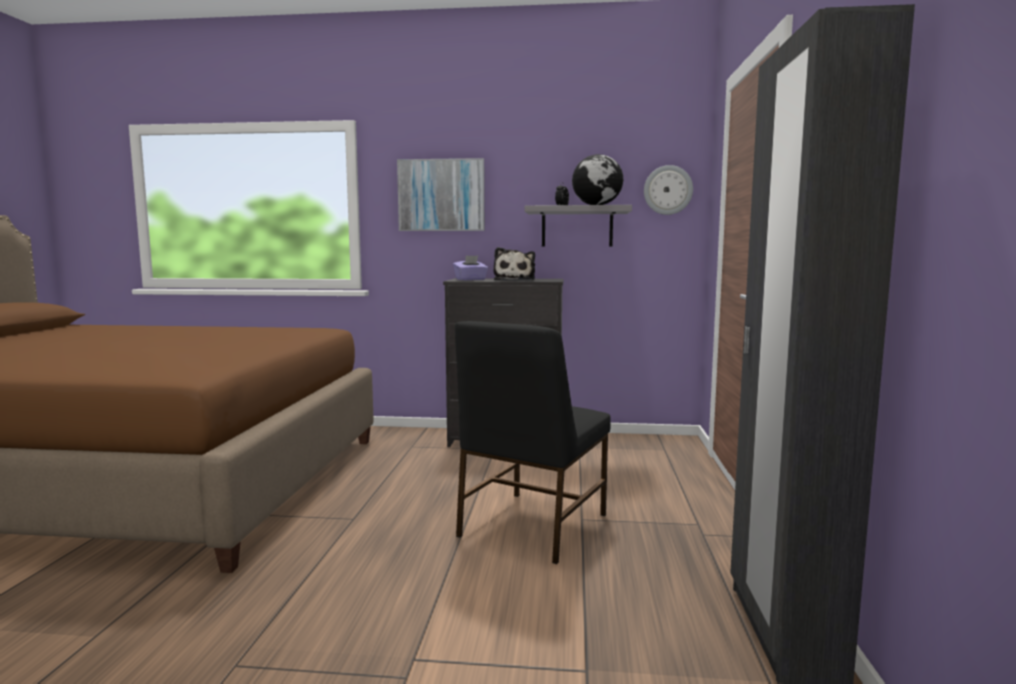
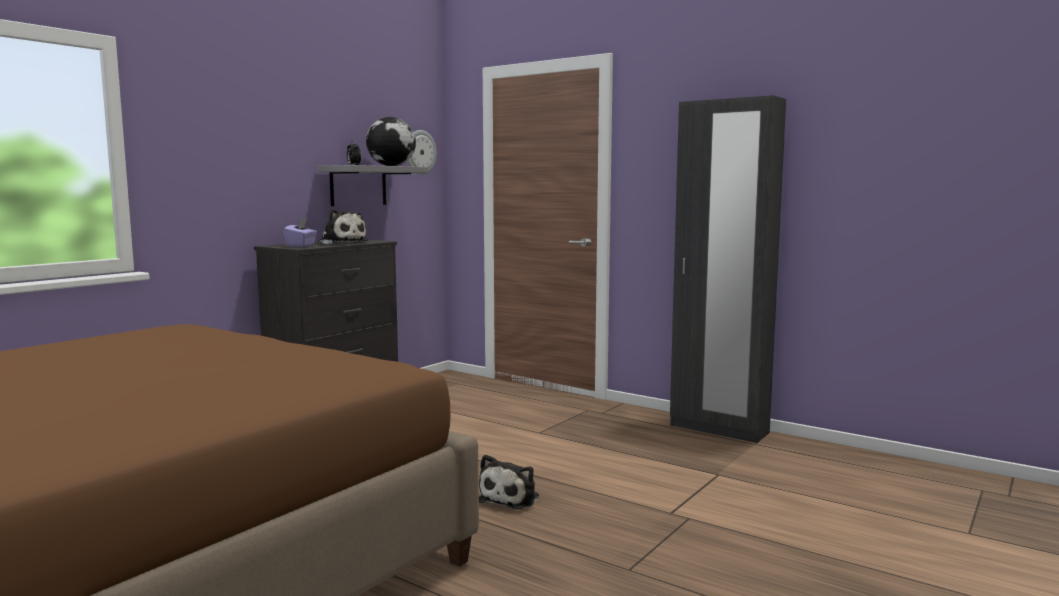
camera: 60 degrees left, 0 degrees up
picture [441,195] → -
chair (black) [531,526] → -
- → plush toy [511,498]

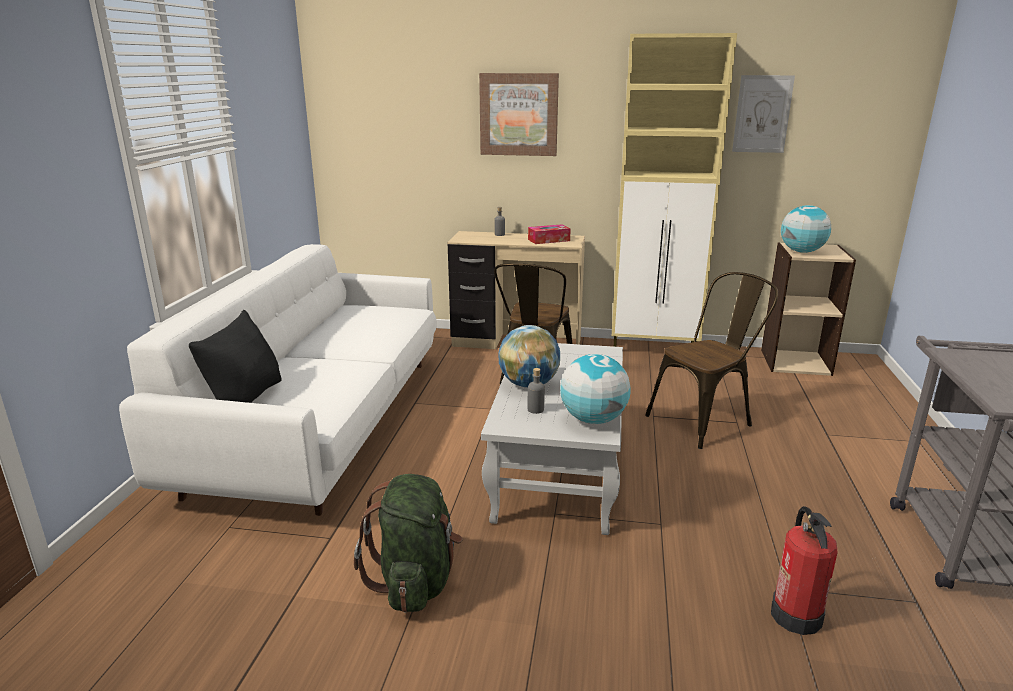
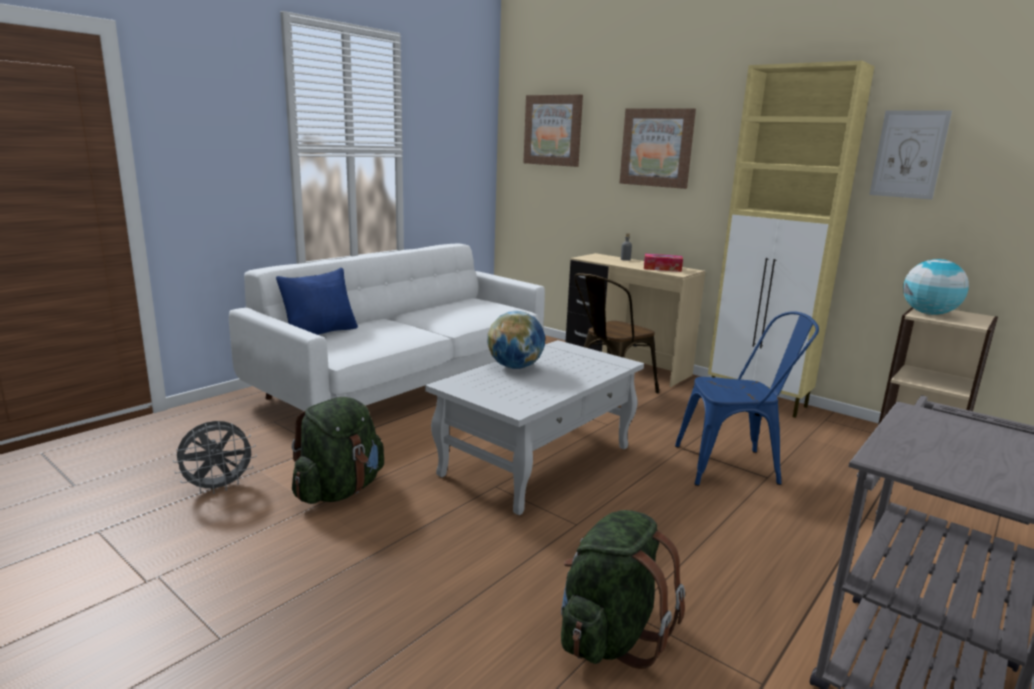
camera: 30 degrees right, 5 degrees down
chair (brown) [706,419] → chair (blue) [735,466]
pillow (black) [246,398] → pillow (blue) [321,332]
globe [593,419] → -
bottle (grey) [535,409] → -
fire extinguisher [796,615] → backpack (green) [610,636]
- → picture [553,130]
- → fan (grey) [218,487]

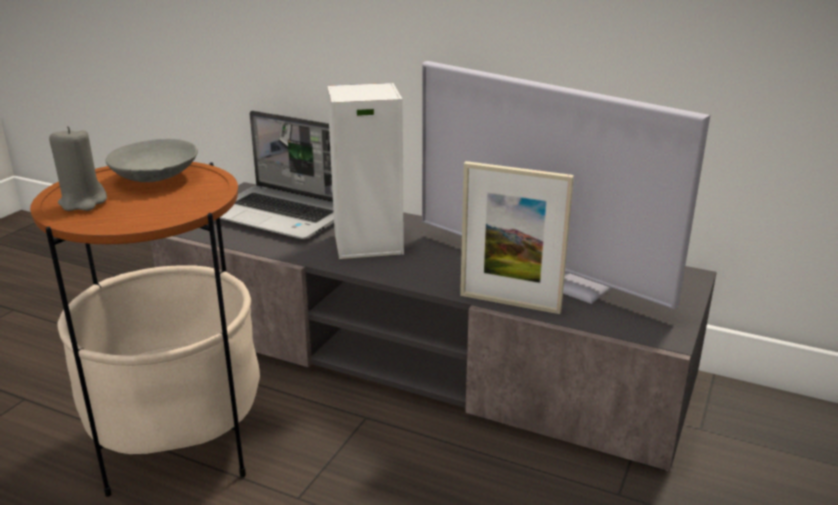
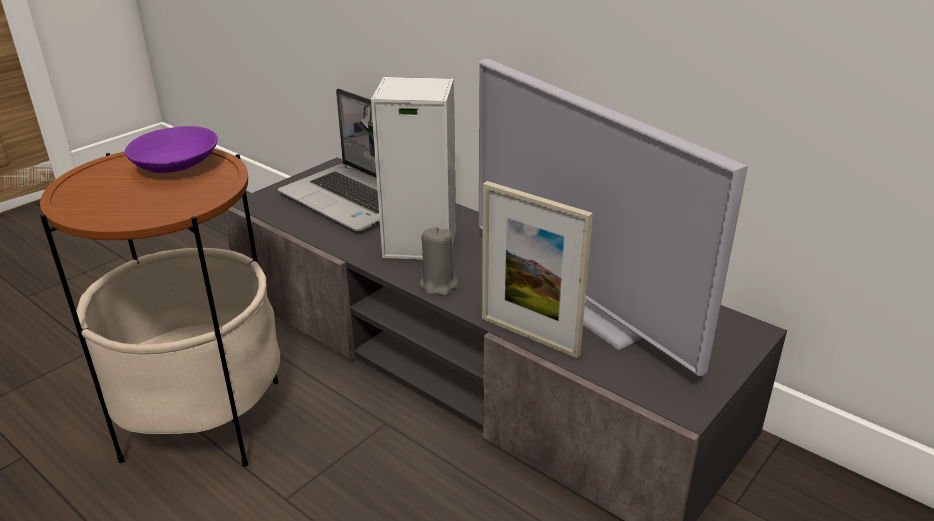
camera: 15 degrees right, 5 degrees up
candle (grey) [83,202] → candle (grey) [439,285], move
bowl (grey) [154,176] → bowl (purple) [175,165]

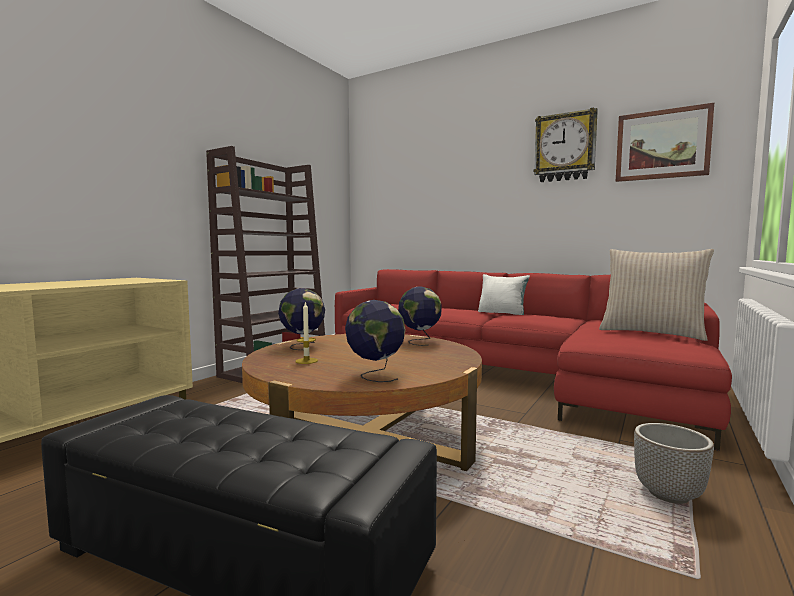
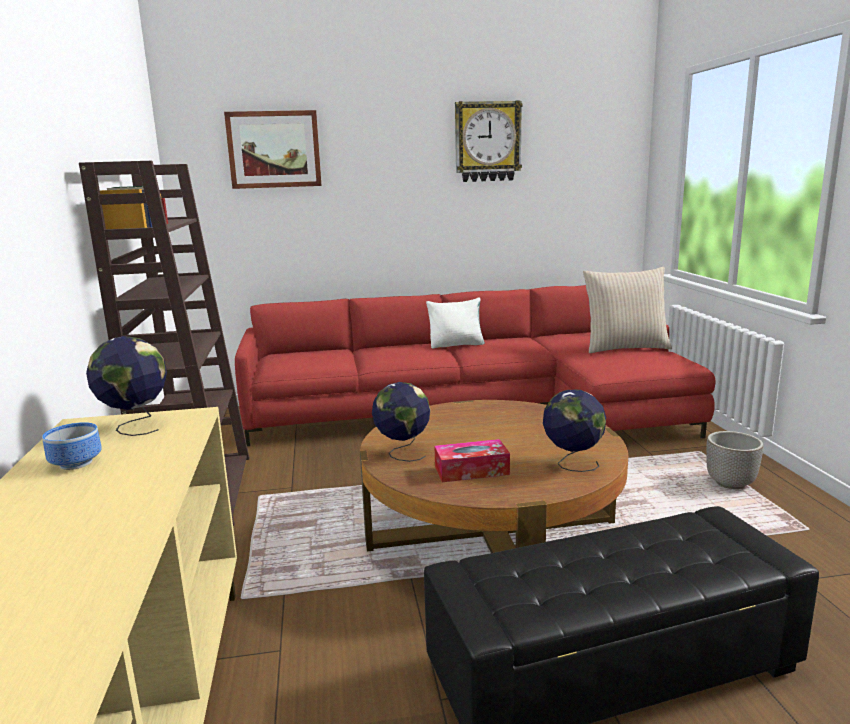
camera: 40 degrees left, 10 degrees up
picture [662,145] → picture [274,149], move
globe [419,341] → globe [135,426], move
candle [306,361] → tissue box [471,470]
- → bowl [74,464]

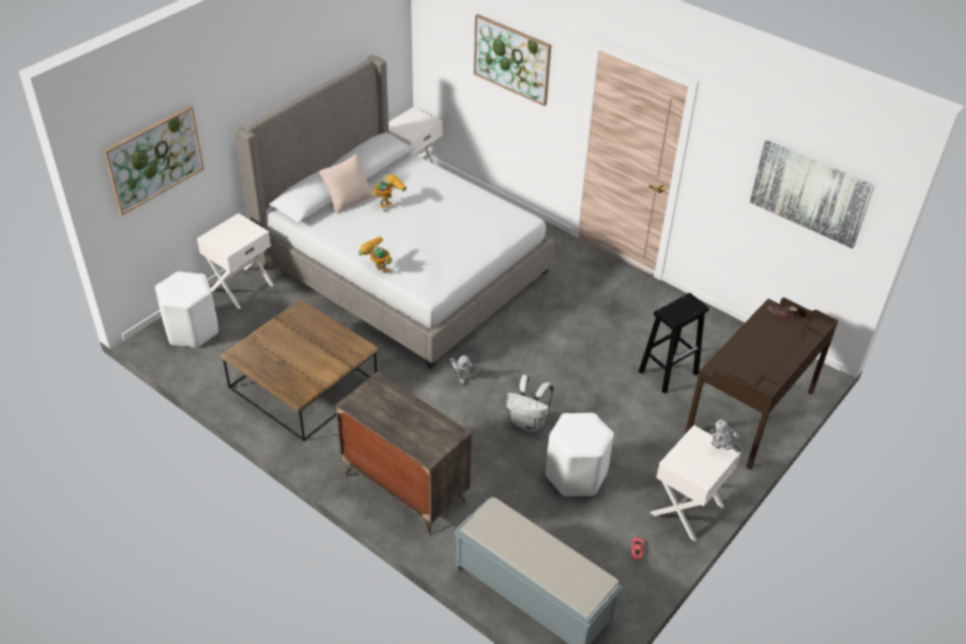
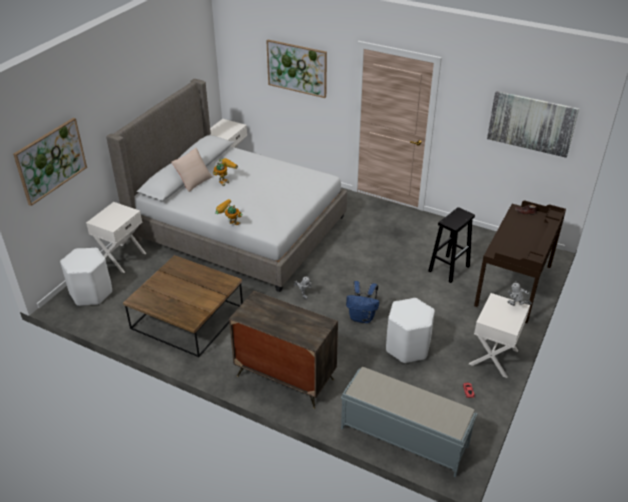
camera: 10 degrees left, 5 degrees down
backpack (white) [528,423] → backpack (blue) [362,317]

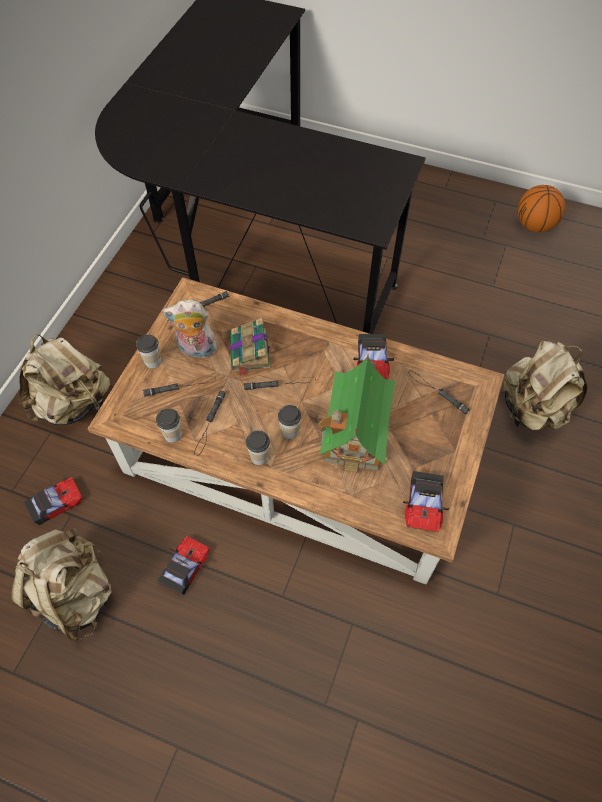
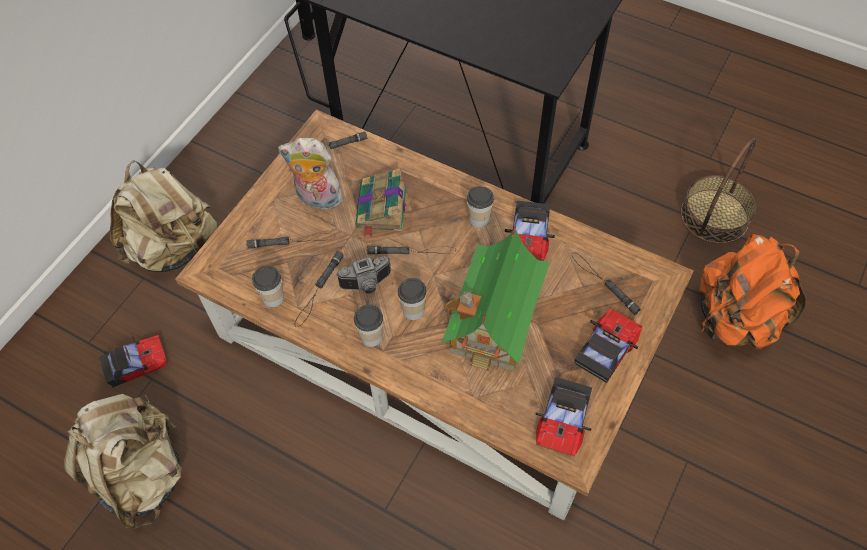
camera: 10 degrees right, 0 degrees up
basketball [534,225] → -
cup [153,361] → cup [479,219], move
backpack (beige) [532,409] → backpack (orange) [735,319]
toy car [185,567] → toy car [606,348], move
- → basket [714,216]
- → photo camera [367,285]

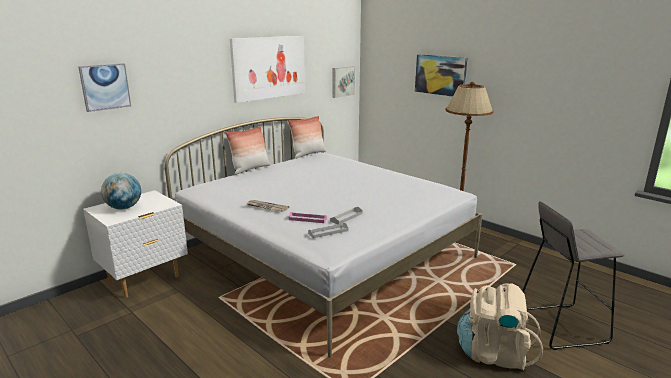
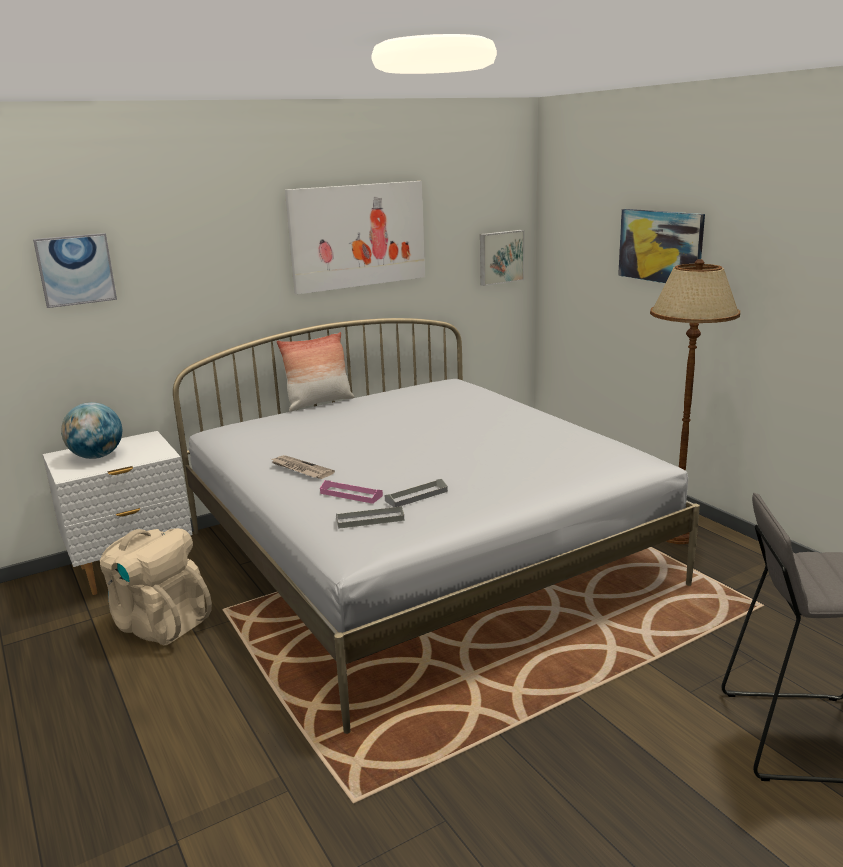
camera: 15 degrees right, 0 degrees up
pillow [308,154] → -
backpack (beige) [494,353] → backpack (beige) [159,623], move

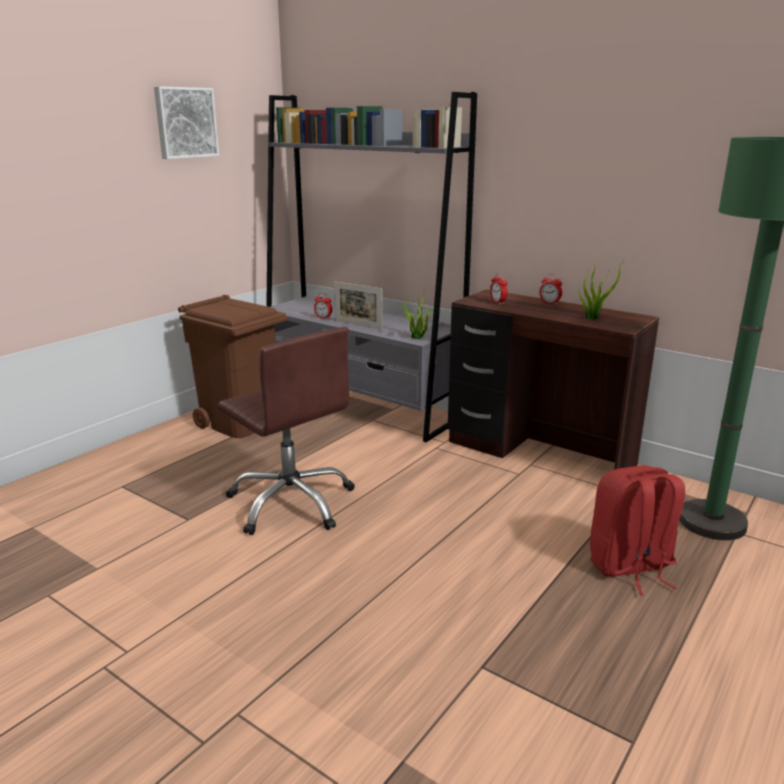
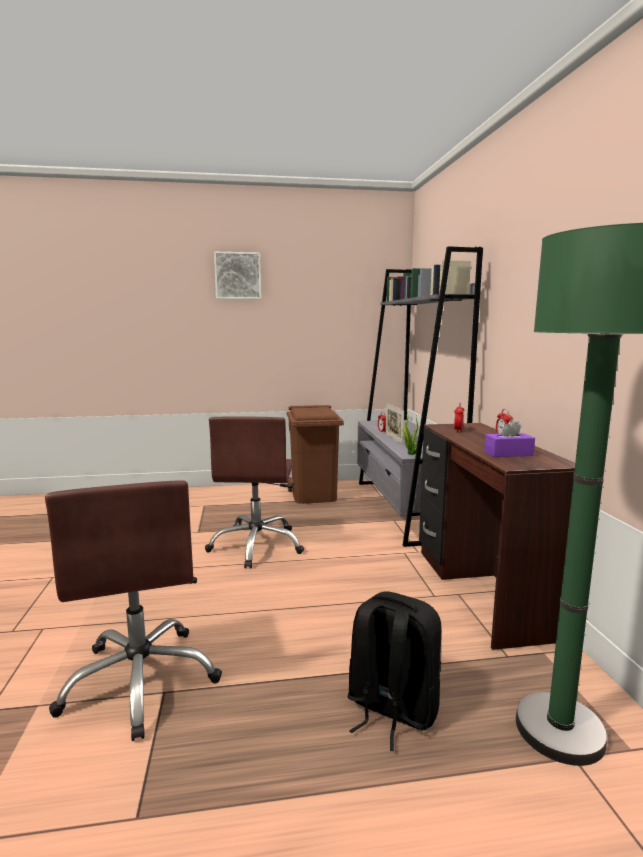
camera: 45 degrees right, 10 degrees down
picture [185,123] → picture [238,276], move
potted plant [593,317] → tissue box (purple) [508,453]
backpack (red) [630,567] → backpack (black) [390,709]
- → office chair (brown) [141,680]

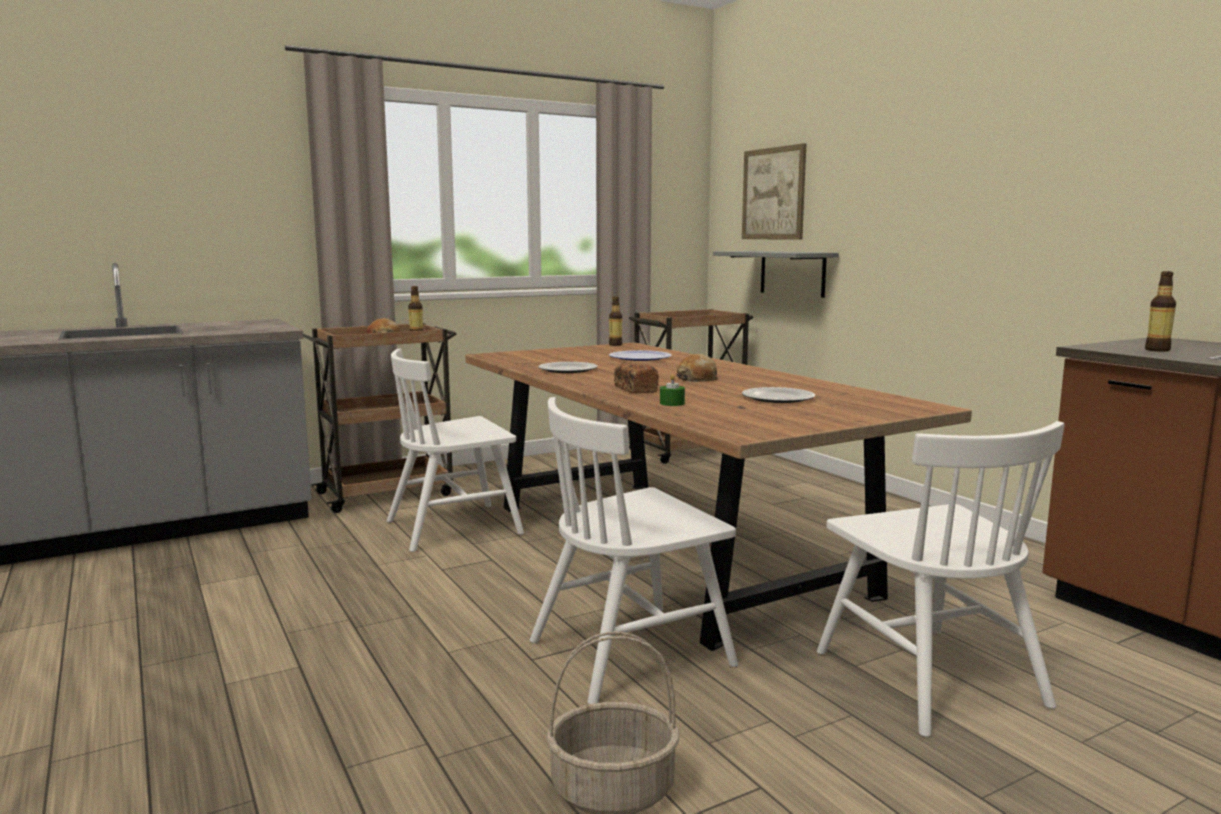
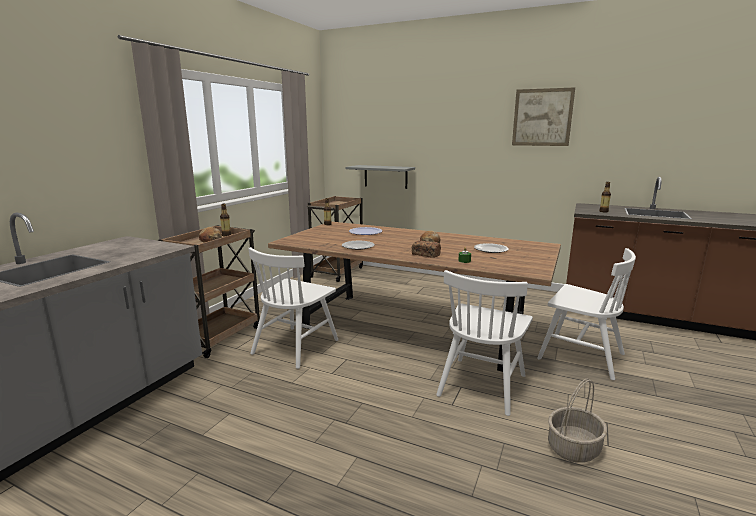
camera: 35 degrees left, 5 degrees up
picture [773,194] → picture [542,117], move

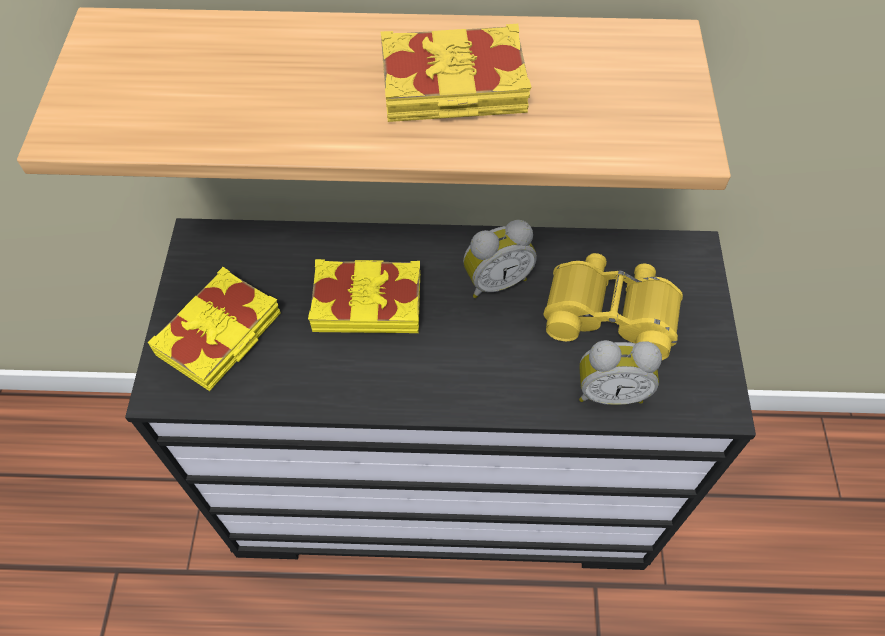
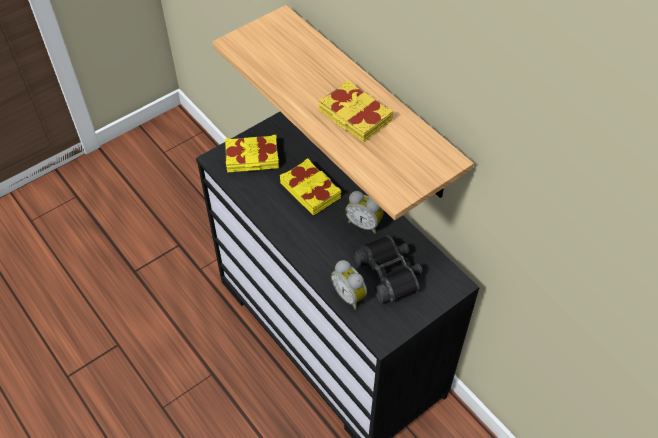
camera: 50 degrees right, 5 degrees down
binoculars (yellow) [610,313] → binoculars (black) [389,273]

